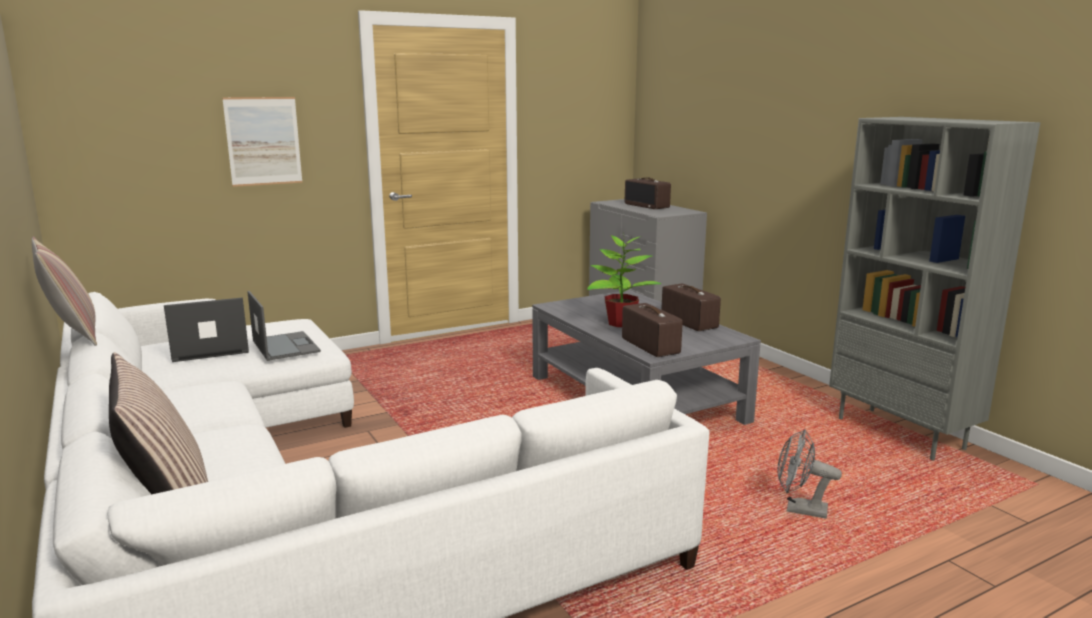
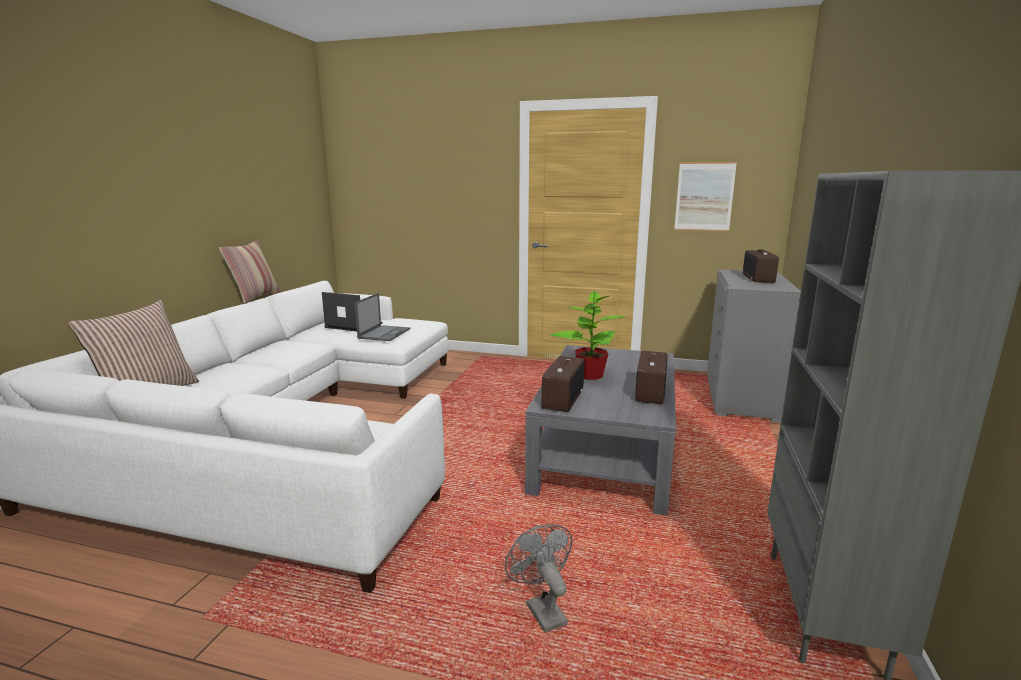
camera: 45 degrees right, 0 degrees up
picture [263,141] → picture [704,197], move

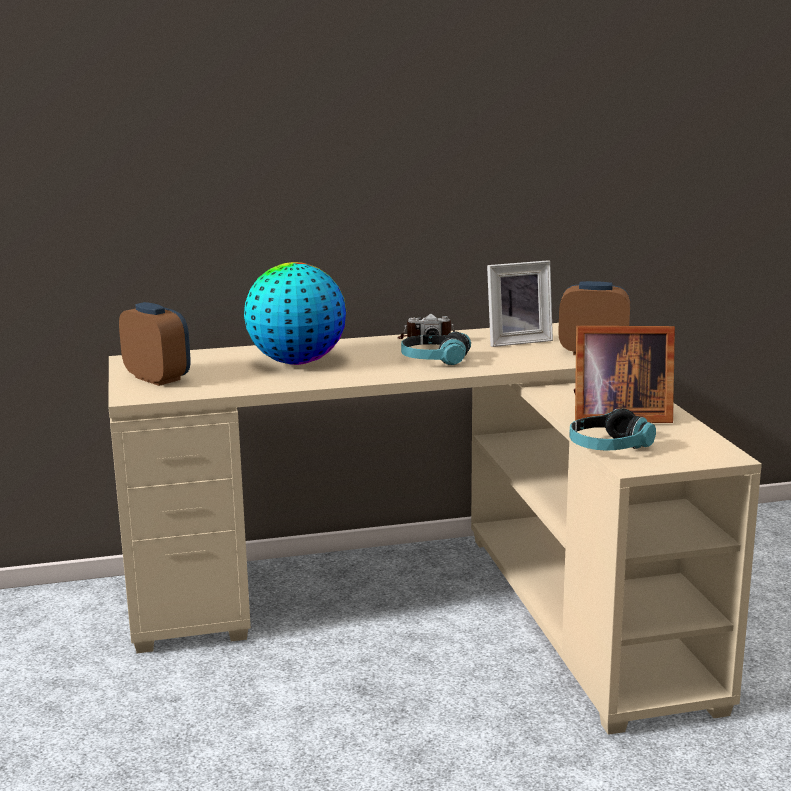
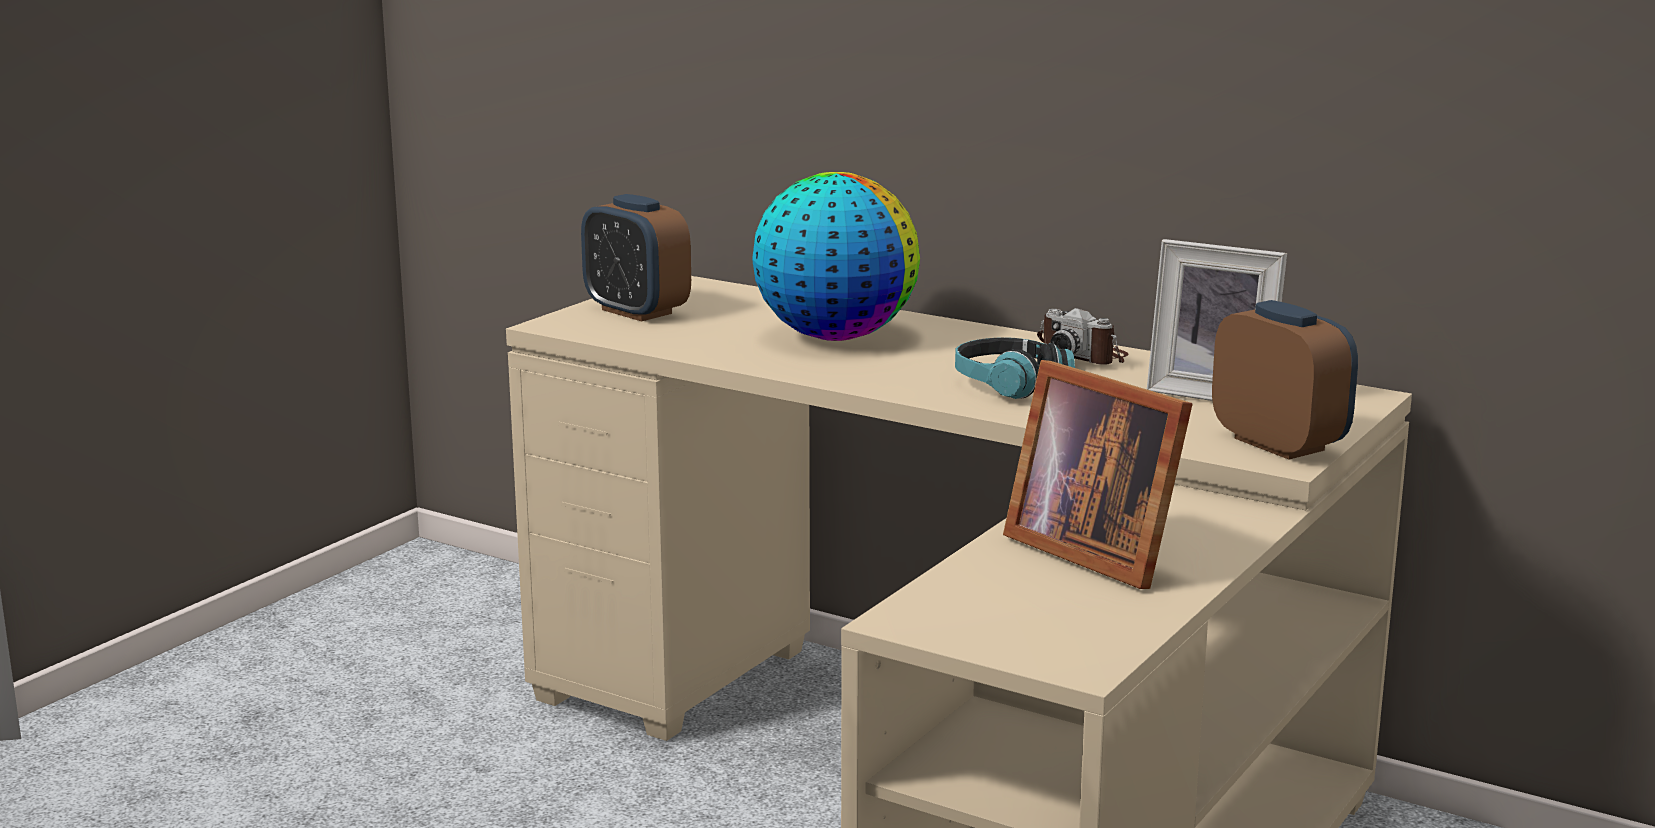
camera: 45 degrees right, 0 degrees up
alarm clock [157,378] → alarm clock [636,311], 135 degrees clockwise
headphones [608,447] → -

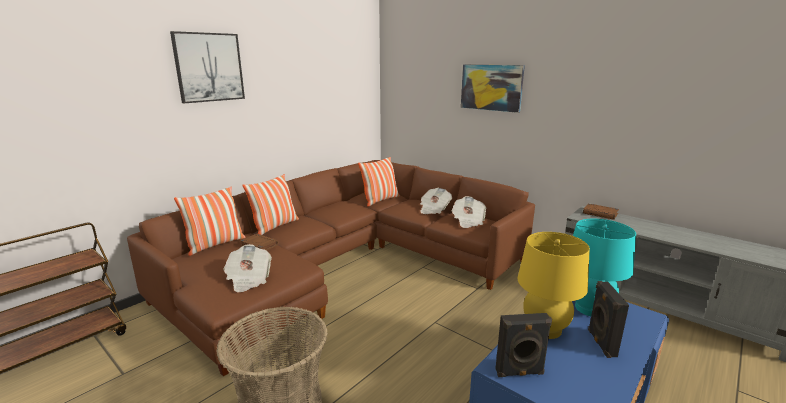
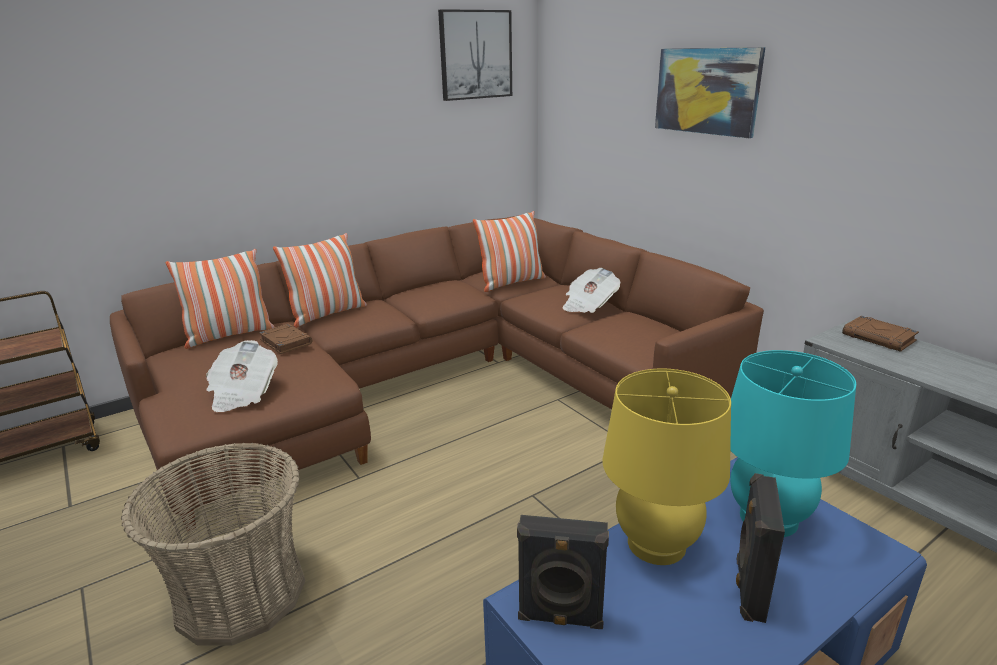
camera: 15 degrees right, 5 degrees up
picture [209,67] → picture [475,55], move
newspaper [468,221] → -

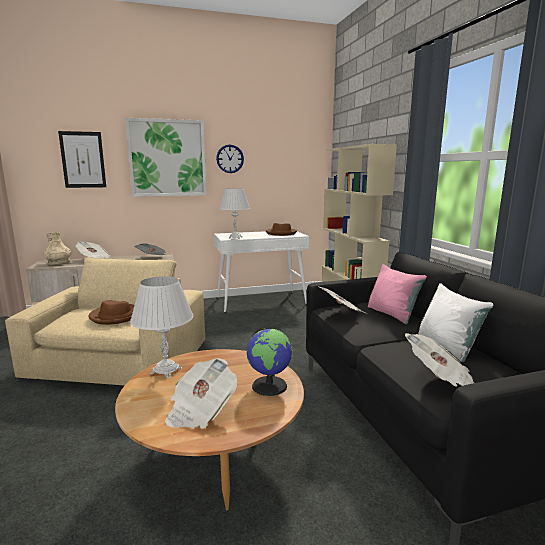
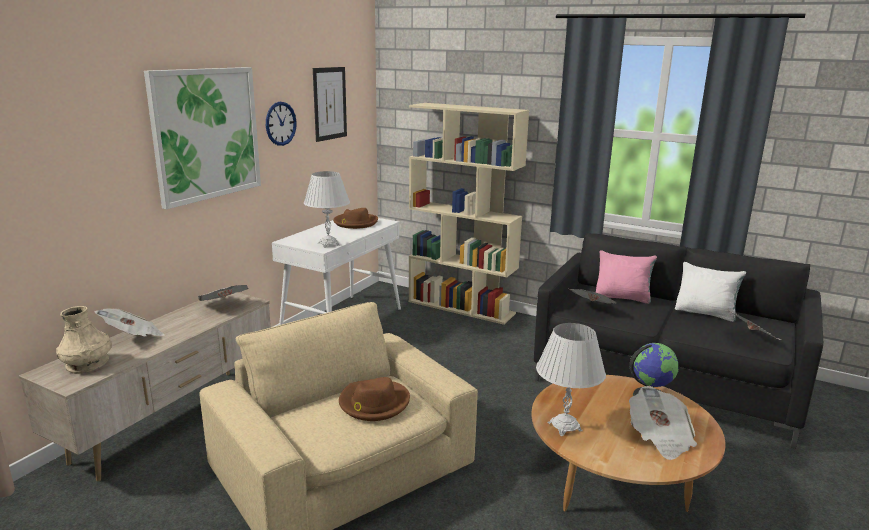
camera: 45 degrees left, 5 degrees up
picture [83,160] → picture [329,103], move

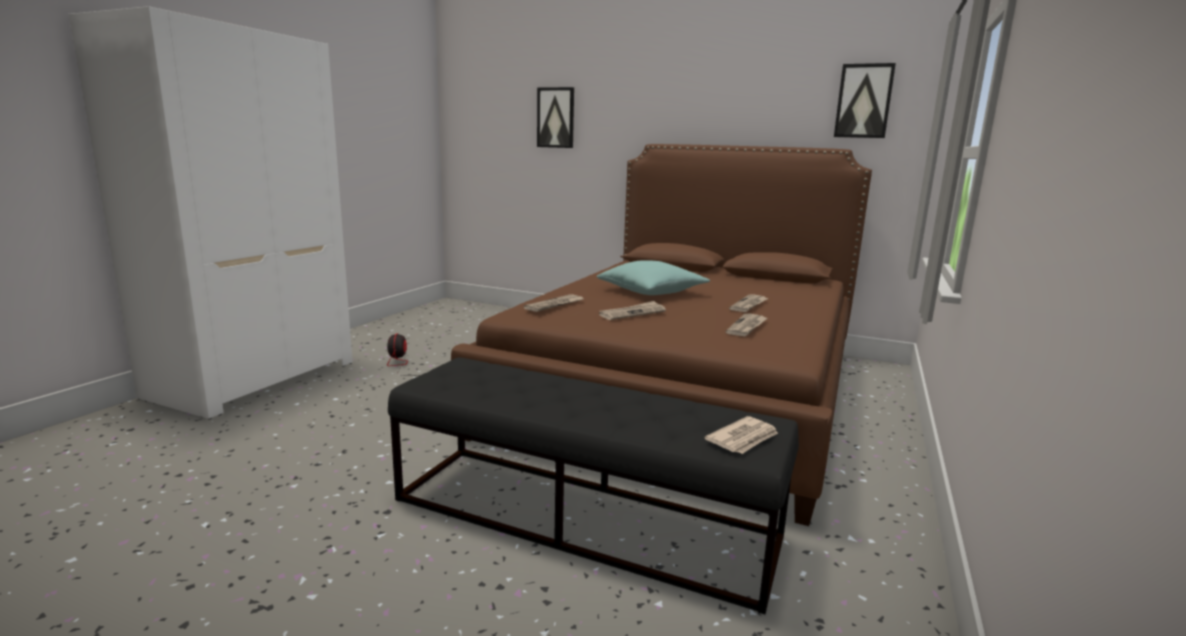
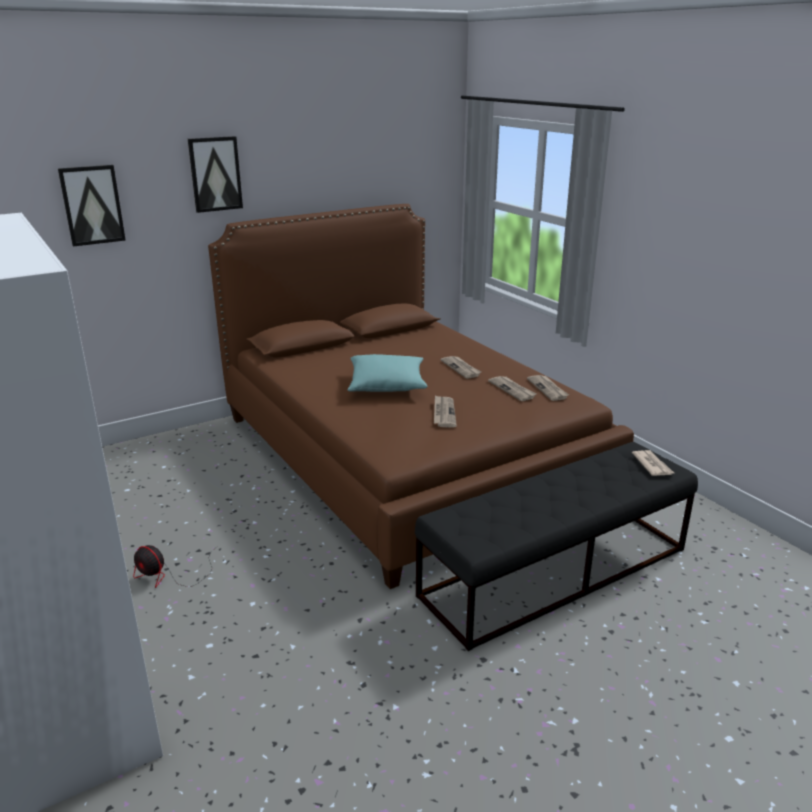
camera: 55 degrees left, 10 degrees up
picture [863,101] → picture [215,174], move
newspaper [554,305] → newspaper [548,389], move

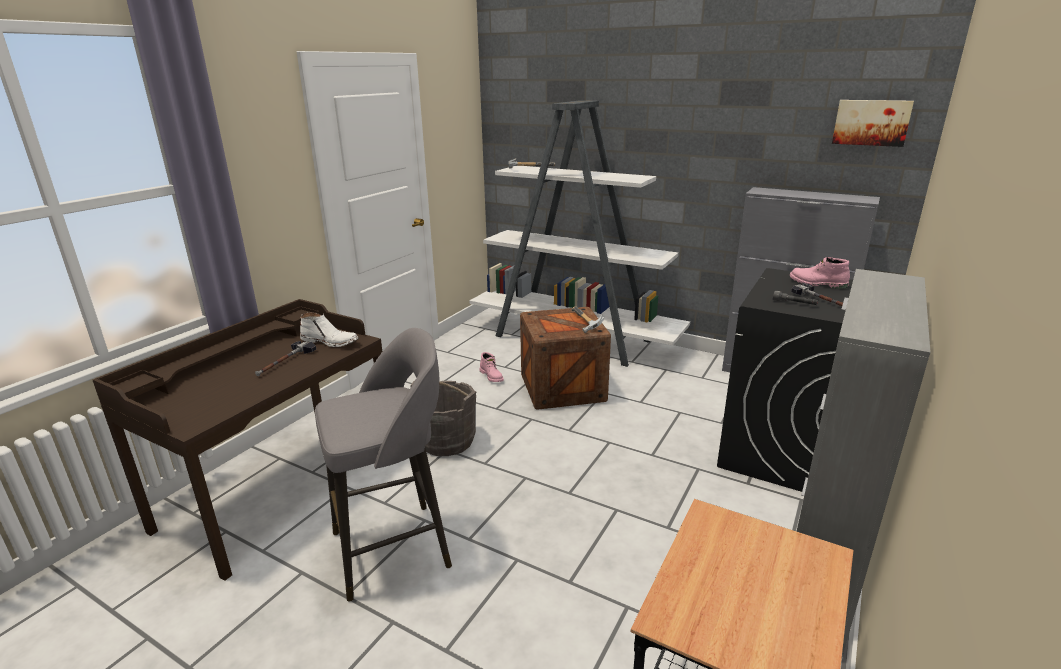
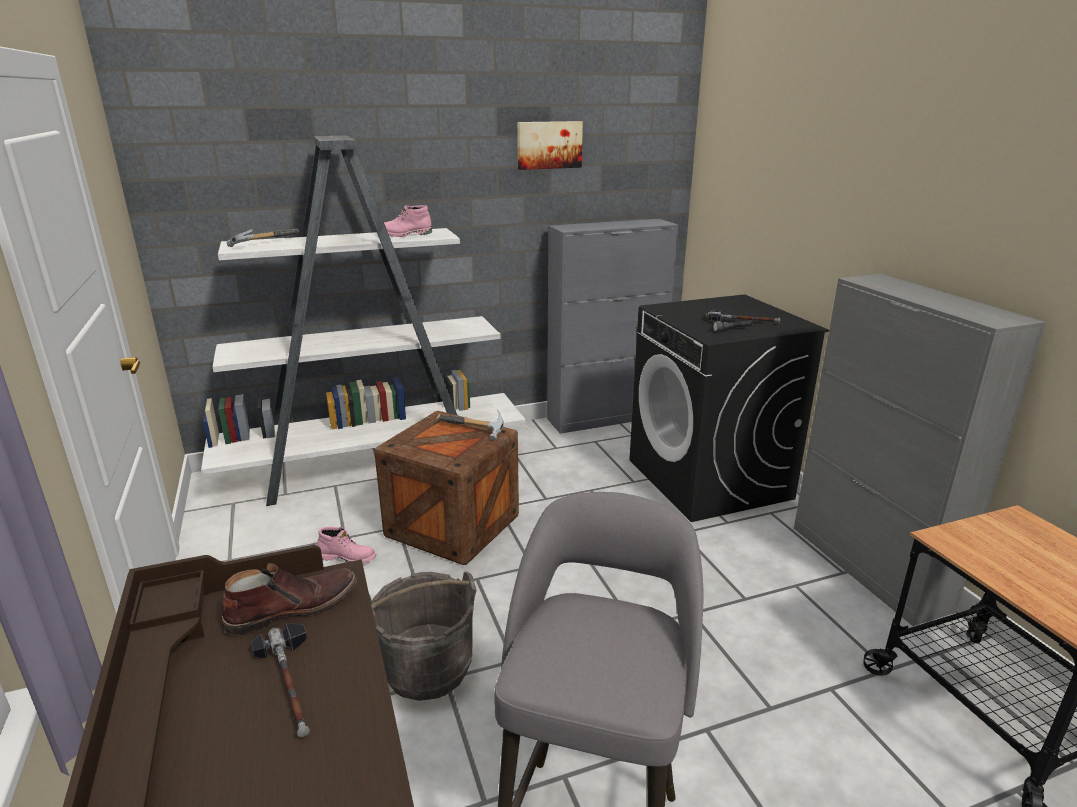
camera: 50 degrees left, 0 degrees up
picture [871,122] → picture [549,145], move
boot (pink) [817,284] → boot (pink) [405,234], move
boot (white) [330,341] → boot (brown) [292,607]

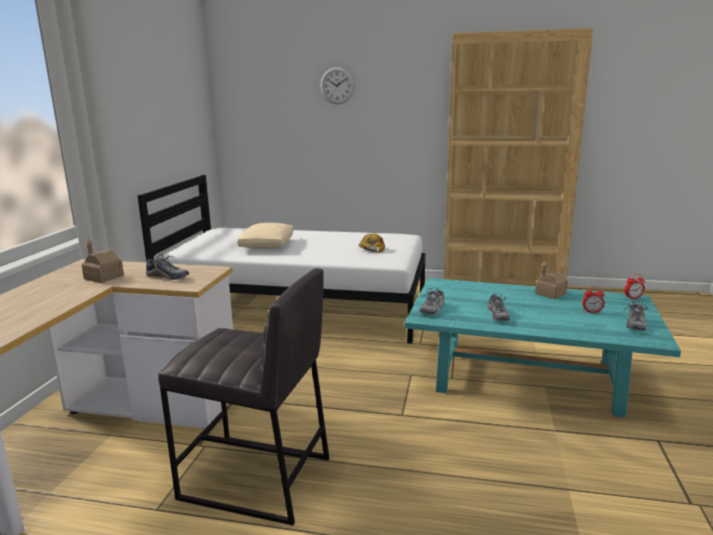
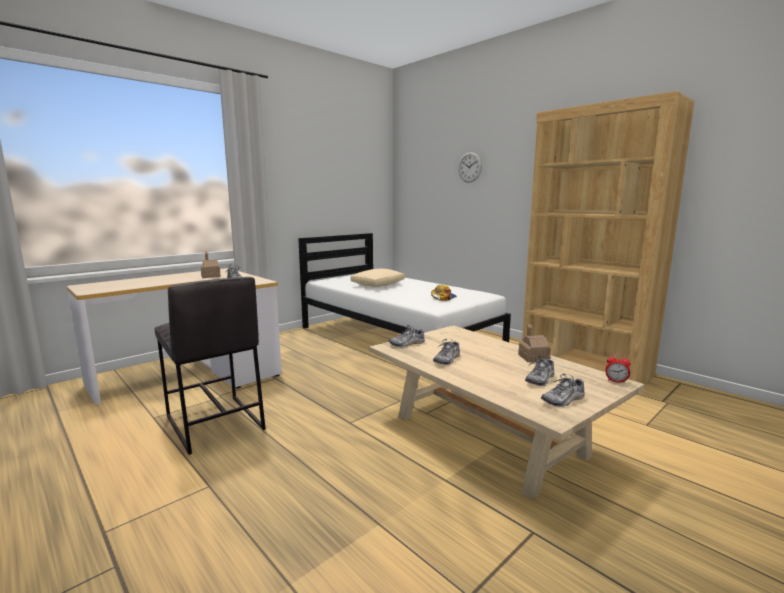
camera: 35 degrees right, 5 degrees down
coffee table (turquoise) [526,379] → coffee table (beige) [487,435]
alarm clock [592,312] → shoe [540,379]

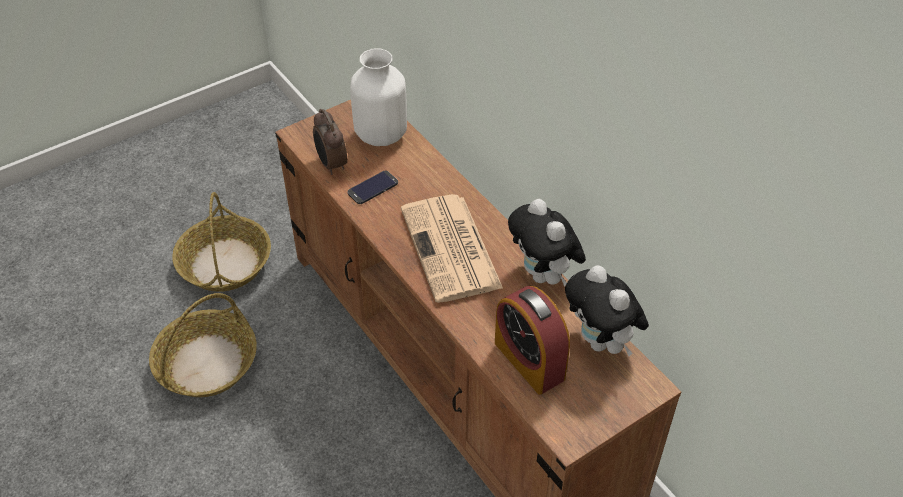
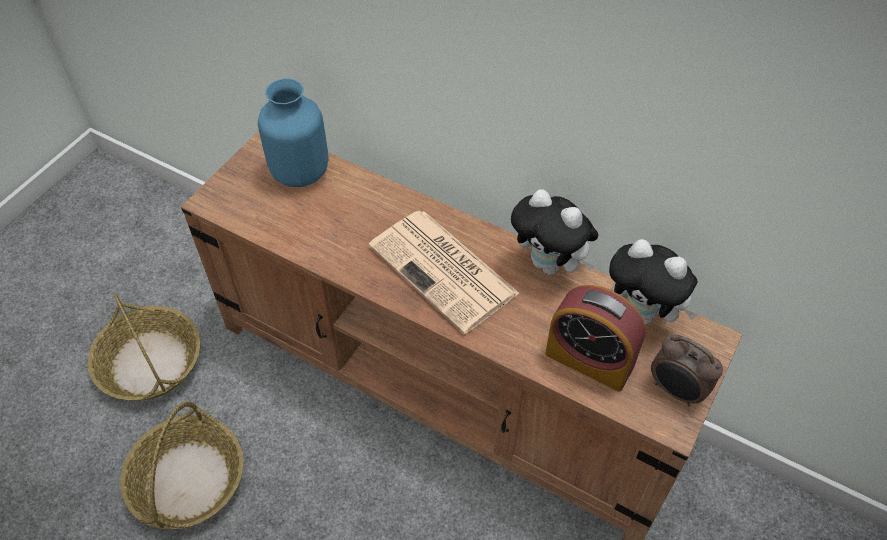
camera: 25 degrees left, 5 degrees up
vase (white) [382,134] → vase (blue) [301,172]
alarm clock [331,164] → alarm clock [676,391], move
phone [372,188] → -

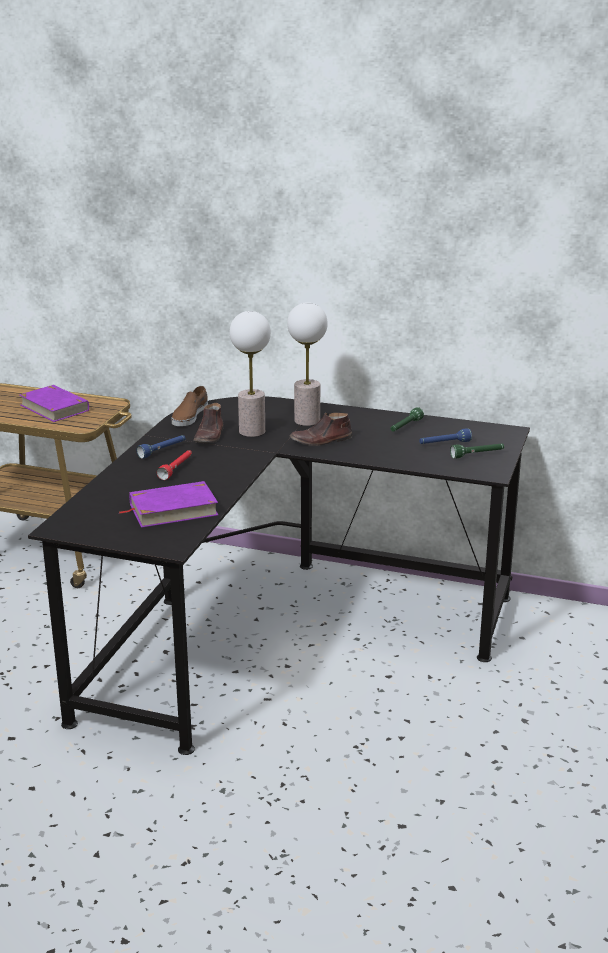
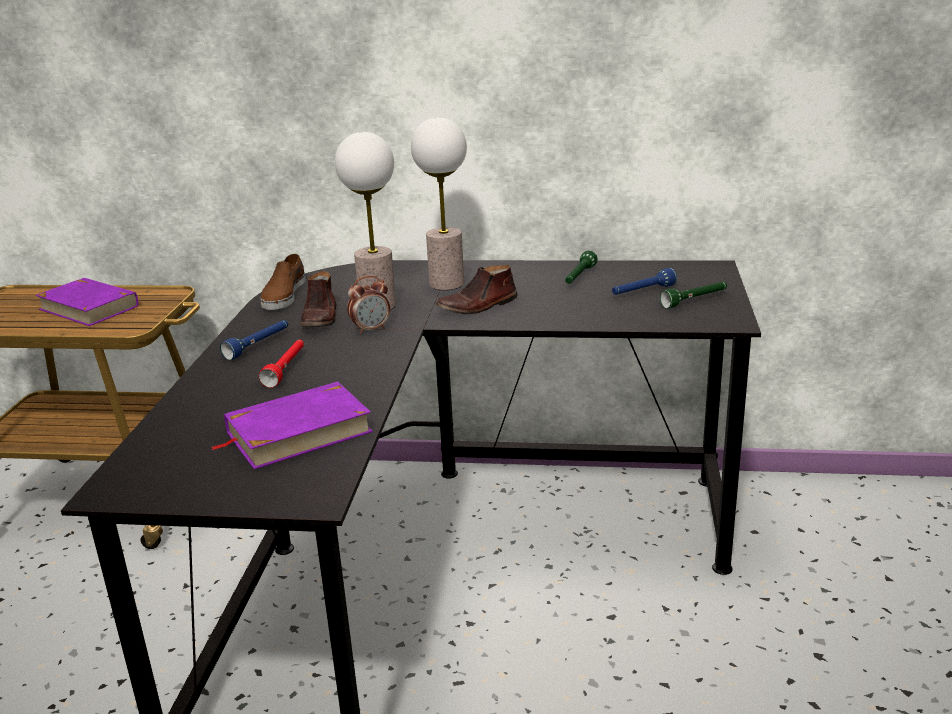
camera: 10 degrees left, 0 degrees up
- → alarm clock [371,329]

